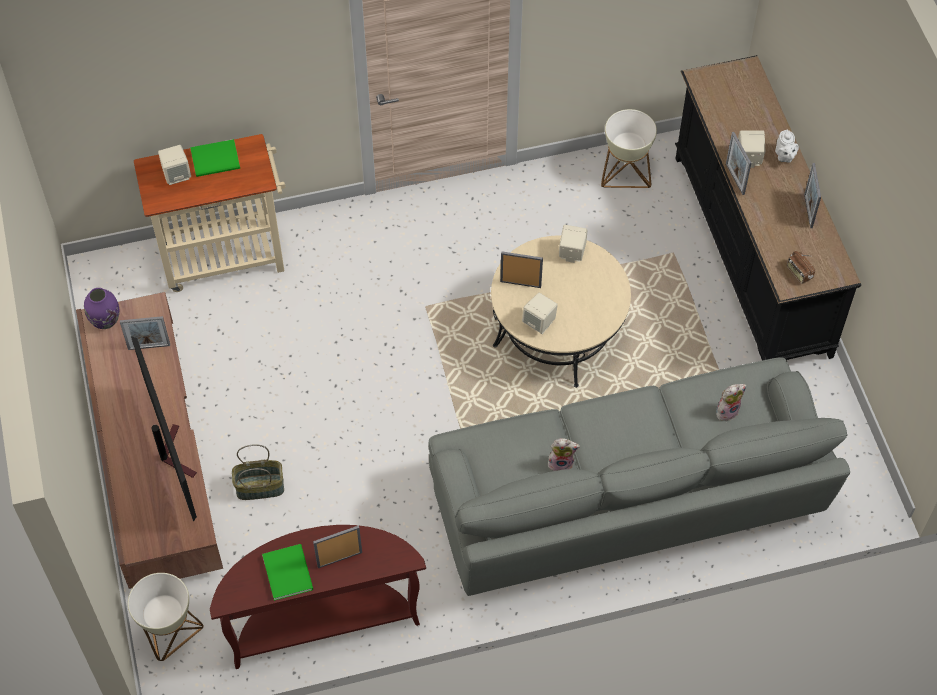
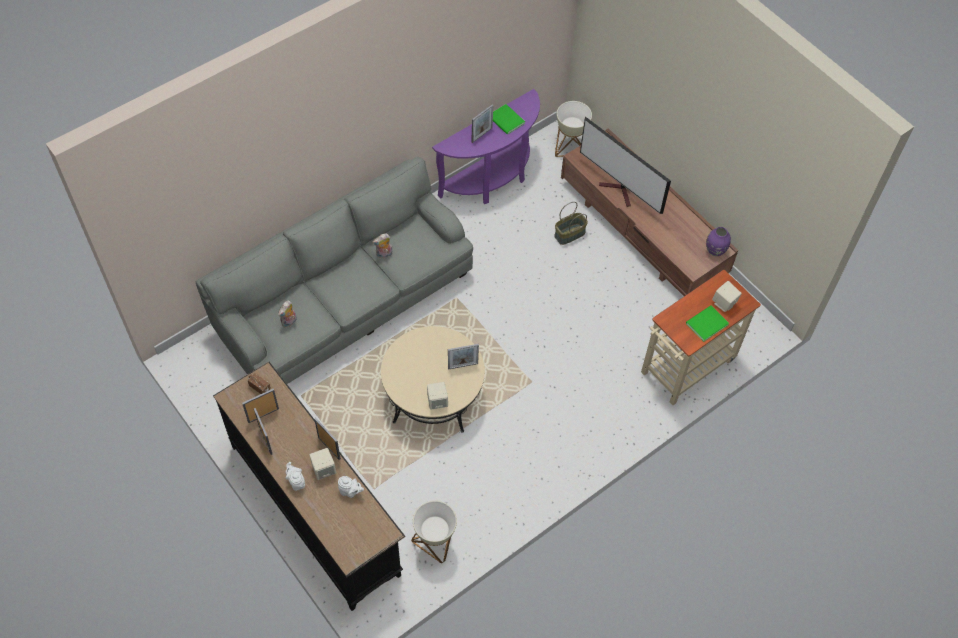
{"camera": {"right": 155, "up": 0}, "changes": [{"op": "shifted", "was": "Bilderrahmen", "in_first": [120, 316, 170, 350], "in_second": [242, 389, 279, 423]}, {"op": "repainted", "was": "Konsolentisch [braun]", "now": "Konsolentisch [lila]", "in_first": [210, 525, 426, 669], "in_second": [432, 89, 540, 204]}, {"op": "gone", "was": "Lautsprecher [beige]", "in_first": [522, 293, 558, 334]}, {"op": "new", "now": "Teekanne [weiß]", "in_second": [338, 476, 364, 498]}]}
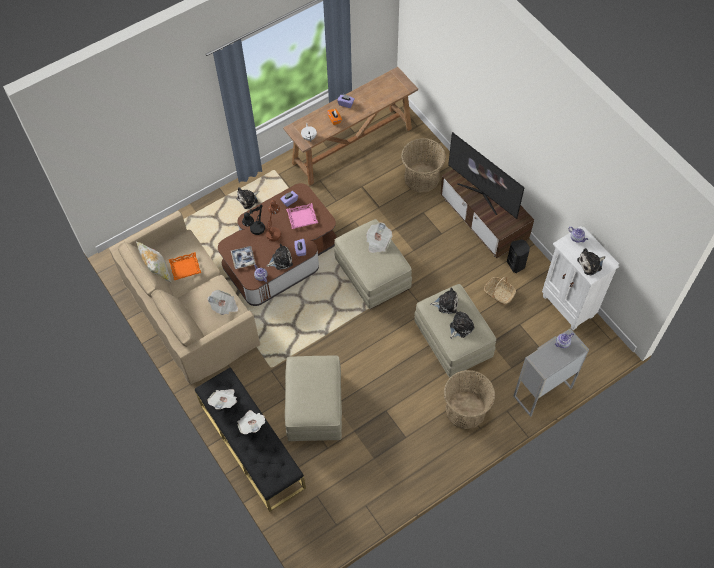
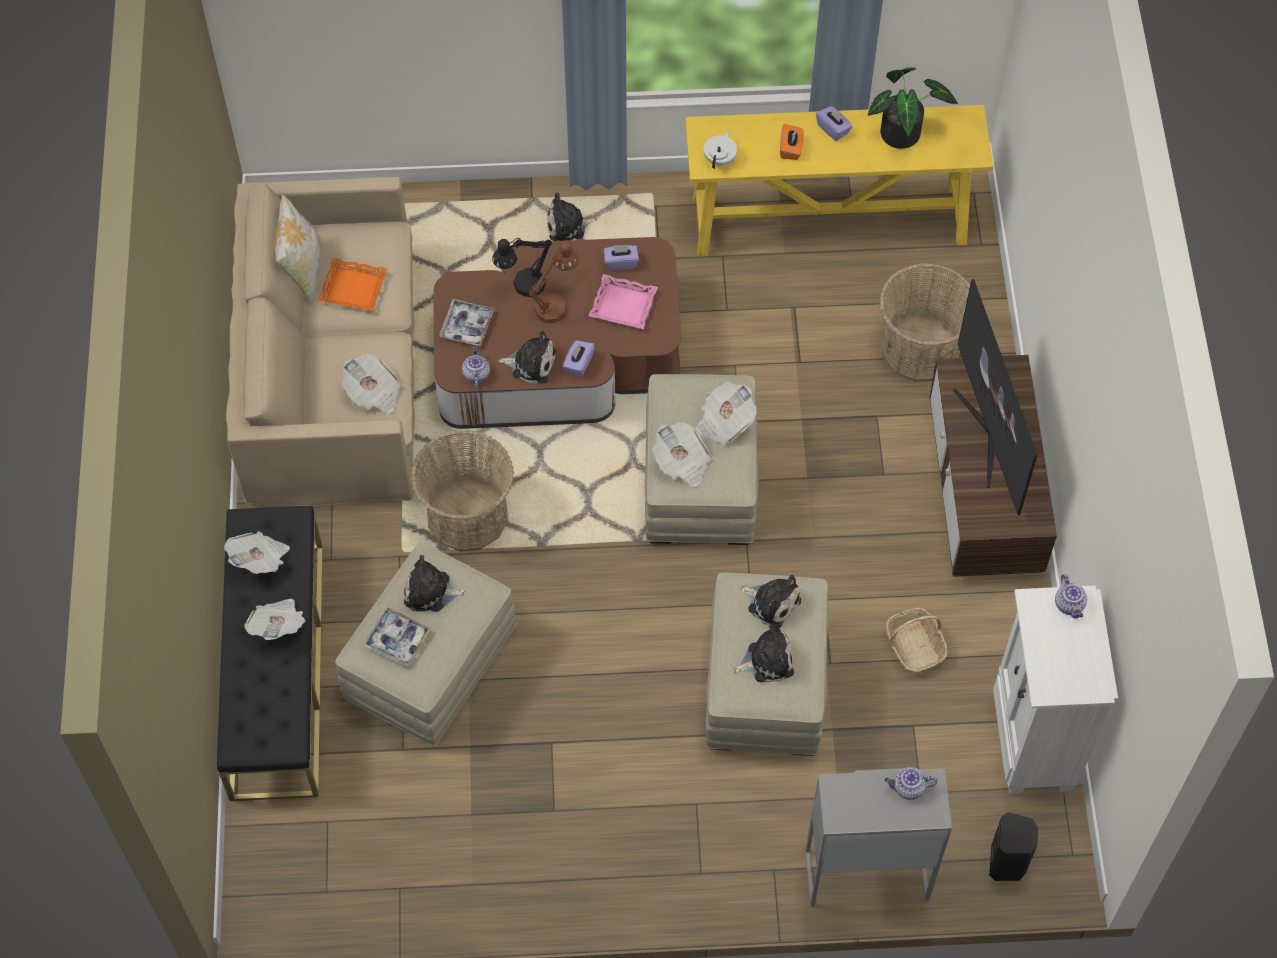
{"camera": {"right": 30, "up": 0}, "changes": [{"op": "repainted", "was": "Konsolentisch [braun]", "now": "Konsolentisch [gelb]", "in_first": [283, 67, 418, 186], "in_second": [685, 105, 994, 256]}, {"op": "shifted", "was": "Korb", "in_first": [444, 370, 495, 429], "in_second": [411, 430, 514, 552]}, {"op": "shifted", "was": "Lautsprecher [schwarz]", "in_first": [507, 239, 530, 273], "in_second": [989, 812, 1038, 881]}, {"op": "shifted", "was": "Plüschtier", "in_first": [577, 248, 605, 275], "in_second": [404, 555, 466, 612]}, {"op": "new", "now": "Tablett", "in_second": [363, 607, 431, 666]}, {"op": "new", "now": "Zeitung", "in_second": [652, 422, 712, 487]}, {"op": "new", "now": "Topfpflanze", "in_second": [868, 67, 958, 149]}]}
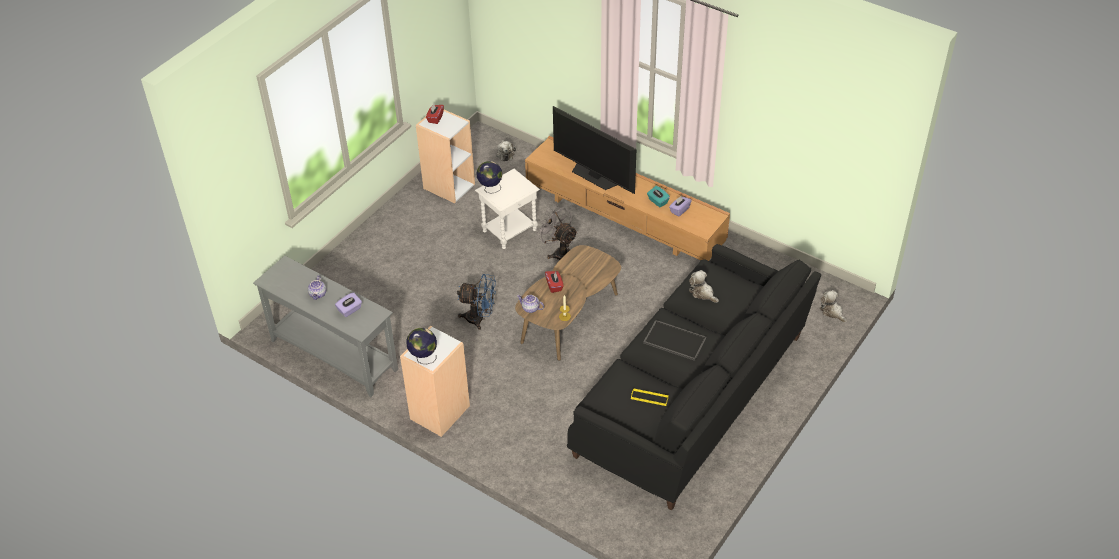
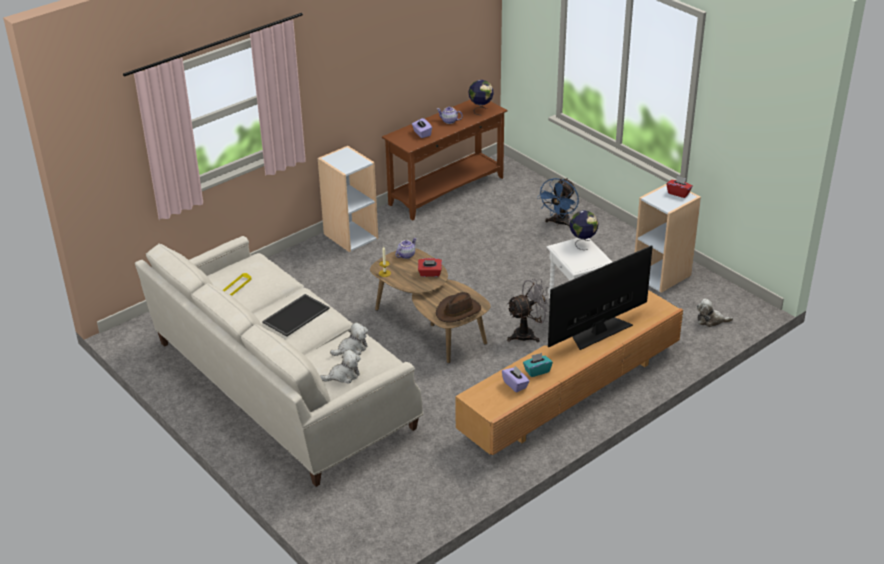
{"camera": {"right": 105, "up": -10}, "changes": [{"op": "repainted", "was": "Konsolentisch [grau]", "now": "Konsolentisch [braun]", "in_first": [253, 256, 398, 397], "in_second": [382, 99, 507, 220]}, {"op": "shifted", "was": "Globus", "in_first": [406, 328, 437, 364], "in_second": [469, 80, 494, 115]}, {"op": "shifted", "was": "Ventilator [blau]", "in_first": [457, 274, 496, 330], "in_second": [537, 178, 579, 228]}, {"op": "repainted", "was": "Sofa [schwarz]", "now": "Sofa [weiß]", "in_first": [567, 244, 821, 510], "in_second": [135, 236, 423, 487]}, {"op": "shifted", "was": "Plüschtier", "in_first": [820, 290, 847, 322], "in_second": [320, 349, 361, 384]}, {"op": "new", "now": "Hut [braun]", "in_second": [436, 292, 481, 322]}]}
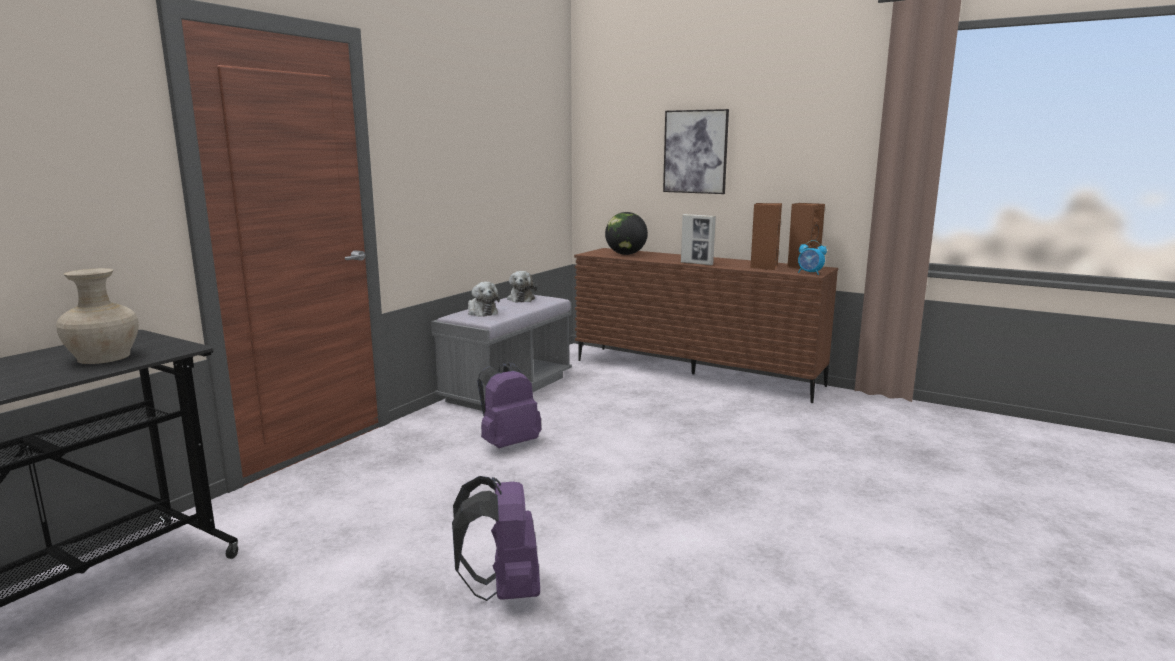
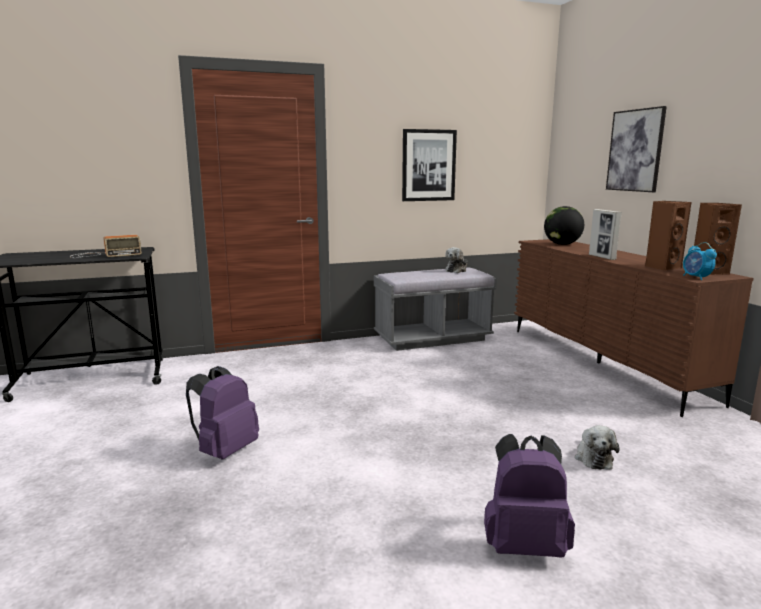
{"camera": {"right": 40, "up": 0}, "changes": [{"op": "swapped", "was": "Vase [beige]", "now": "Radio", "in_first": [56, 268, 139, 364], "in_second": [70, 235, 142, 258]}, {"op": "shifted", "was": "Plüschtier", "in_first": [468, 282, 500, 317], "in_second": [575, 425, 620, 470]}, {"op": "shifted", "was": "Rucksack [lila]", "in_first": [477, 363, 541, 448], "in_second": [484, 434, 575, 558]}, {"op": "new", "now": "Bild", "in_second": [402, 129, 457, 201]}]}
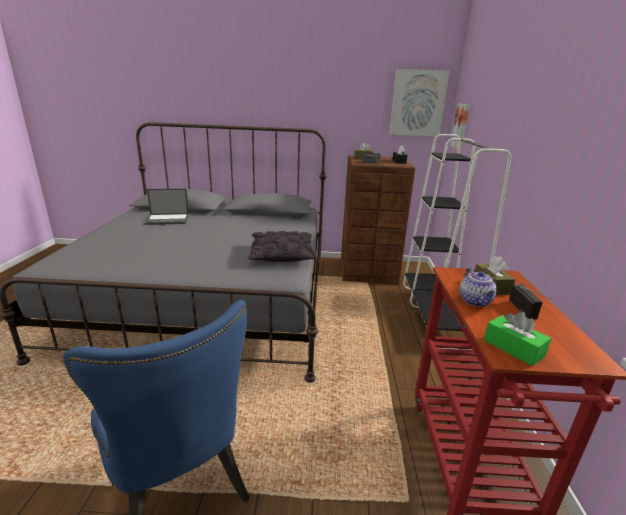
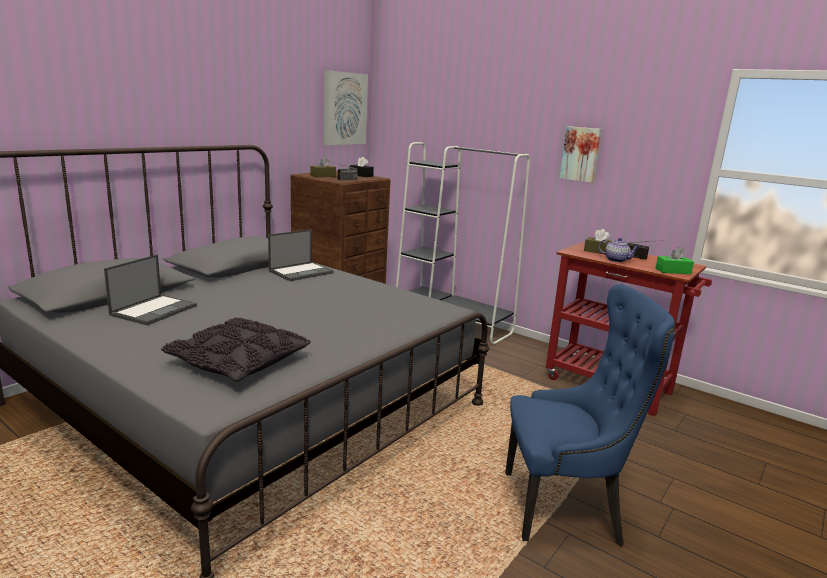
{"camera": {"right": -55, "up": -5}, "changes": [{"op": "shifted", "was": "Kissen [schwarz]", "in_first": [248, 231, 316, 262], "in_second": [161, 317, 310, 382]}, {"op": "shifted", "was": "Bild", "in_first": [450, 104, 470, 149], "in_second": [560, 126, 602, 183]}, {"op": "new", "now": "Laptop", "in_second": [268, 229, 333, 281]}]}
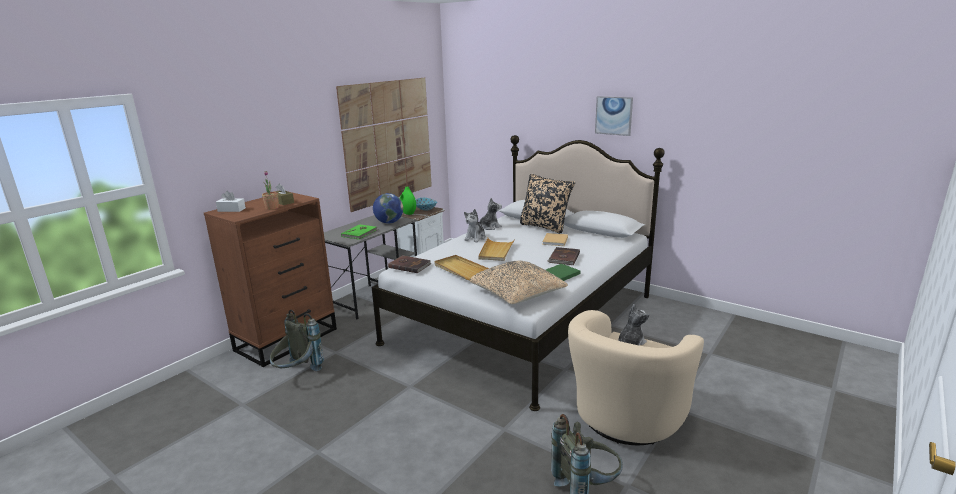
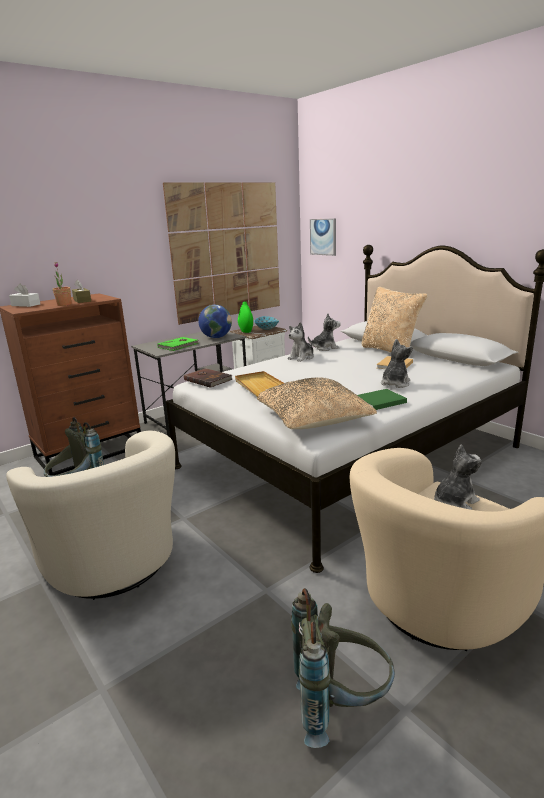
{"camera": {"right": 15, "up": 0}, "changes": [{"op": "gone", "was": "Tablett [beige]", "in_first": [478, 238, 515, 261]}, {"op": "repainted", "was": "Kissen [schwarz]", "now": "Kissen [beige]", "in_first": [520, 174, 575, 234], "in_second": [362, 287, 427, 352]}, {"op": "swapped", "was": "Buch [braun]", "now": "Plüschtier", "in_first": [547, 247, 580, 265], "in_second": [381, 339, 413, 388]}, {"op": "shifted", "was": "Bild", "in_first": [595, 96, 633, 136], "in_second": [310, 218, 336, 256]}, {"op": "new", "now": "Sessel [beige]", "in_second": [6, 430, 175, 600]}]}
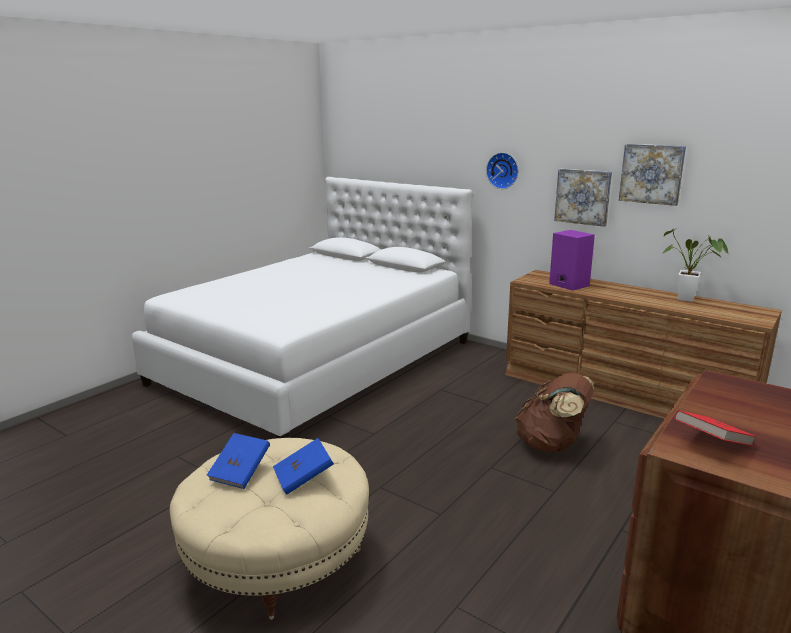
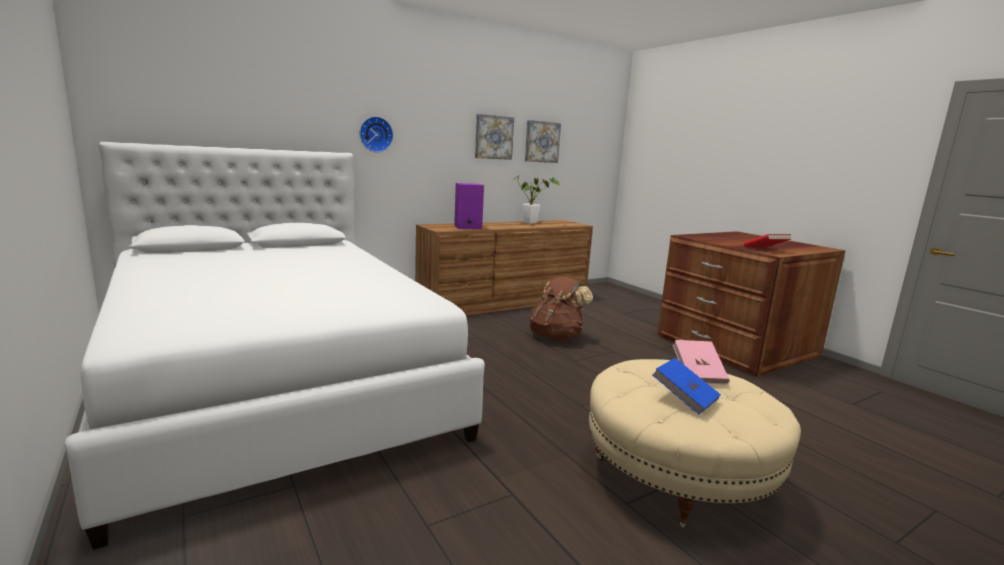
{"camera": {"right": -70, "up": -5}, "changes": [{"op": "repainted", "was": "Buch [blau]", "now": "Buch [rosa]", "in_first": [273, 438, 334, 495], "in_second": [673, 340, 730, 384]}, {"op": "shifted", "was": "Bild", "in_first": [554, 169, 612, 227], "in_second": [525, 120, 561, 163]}]}
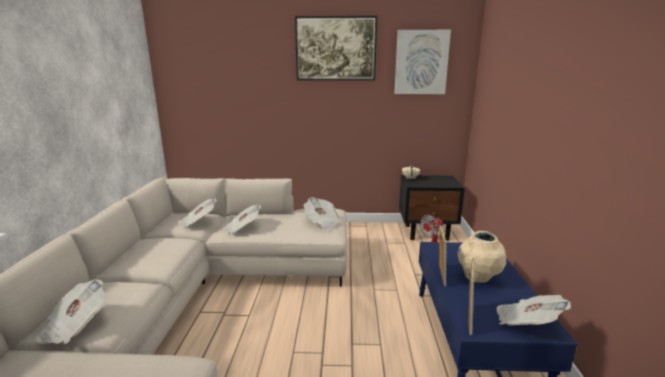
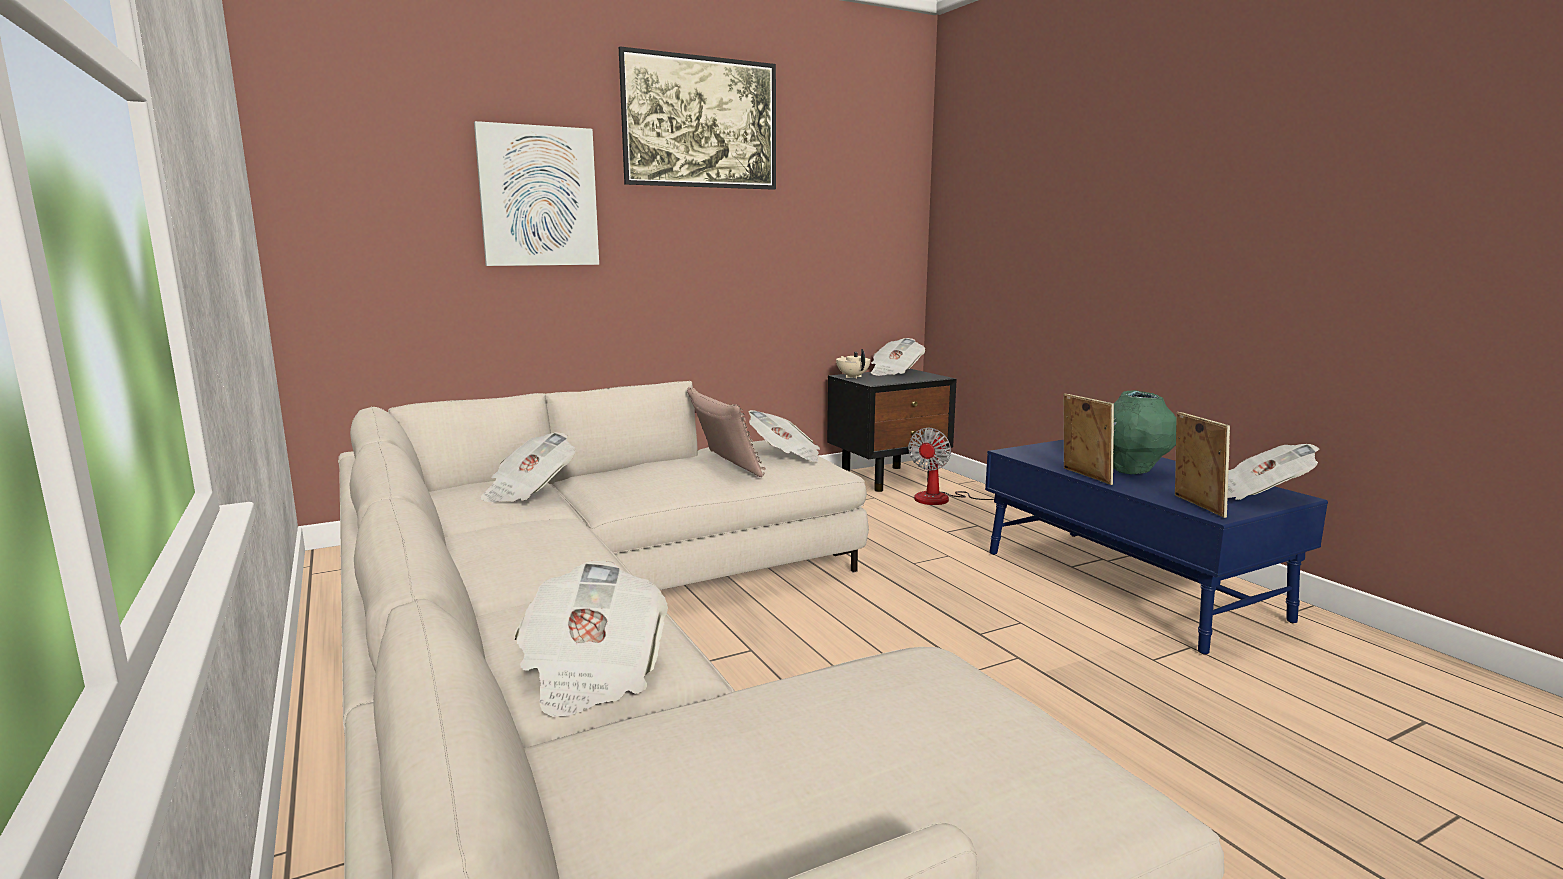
{"camera": {"right": -30, "up": -5}, "changes": [{"op": "shifted", "was": "Zeitung", "in_first": [222, 205, 261, 234], "in_second": [871, 338, 925, 376]}, {"op": "shifted", "was": "Bild", "in_first": [394, 30, 451, 94], "in_second": [474, 121, 599, 266]}, {"op": "repainted", "was": "Vase [beige]", "now": "Vase [grün]", "in_first": [458, 231, 506, 283], "in_second": [1113, 390, 1176, 474]}, {"op": "new", "now": "Kissen [beige]", "in_second": [687, 387, 766, 477]}]}
